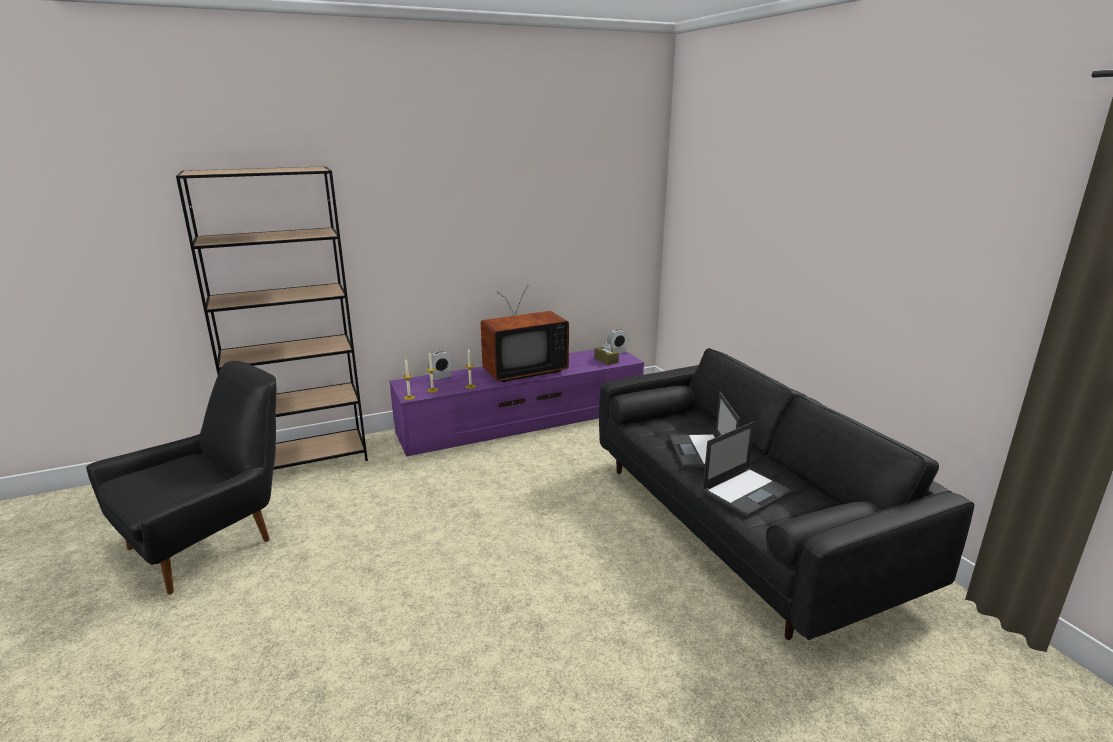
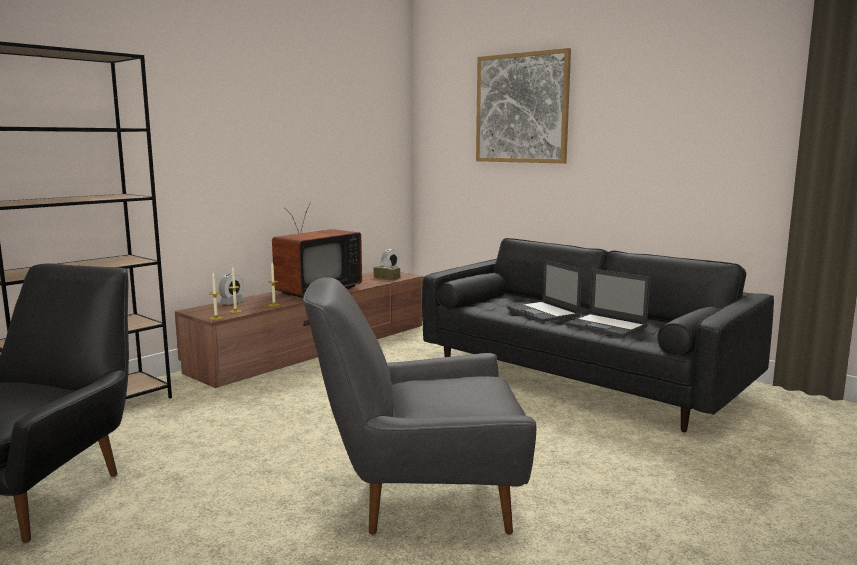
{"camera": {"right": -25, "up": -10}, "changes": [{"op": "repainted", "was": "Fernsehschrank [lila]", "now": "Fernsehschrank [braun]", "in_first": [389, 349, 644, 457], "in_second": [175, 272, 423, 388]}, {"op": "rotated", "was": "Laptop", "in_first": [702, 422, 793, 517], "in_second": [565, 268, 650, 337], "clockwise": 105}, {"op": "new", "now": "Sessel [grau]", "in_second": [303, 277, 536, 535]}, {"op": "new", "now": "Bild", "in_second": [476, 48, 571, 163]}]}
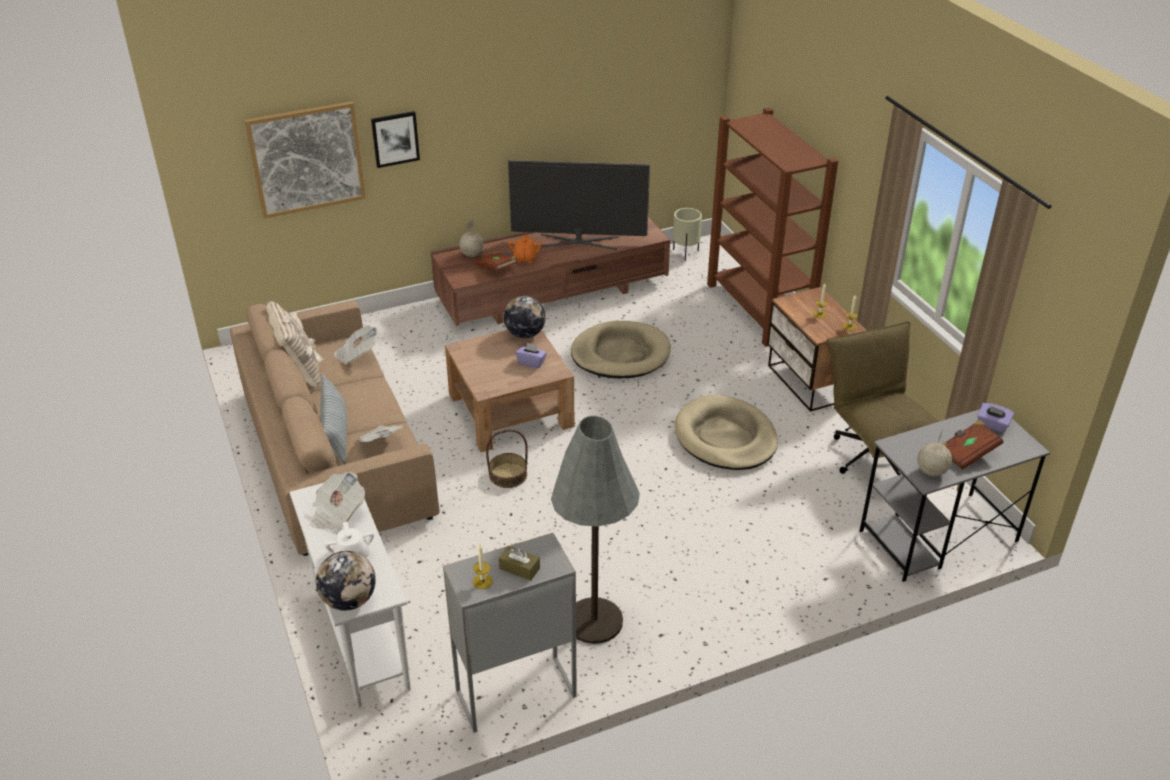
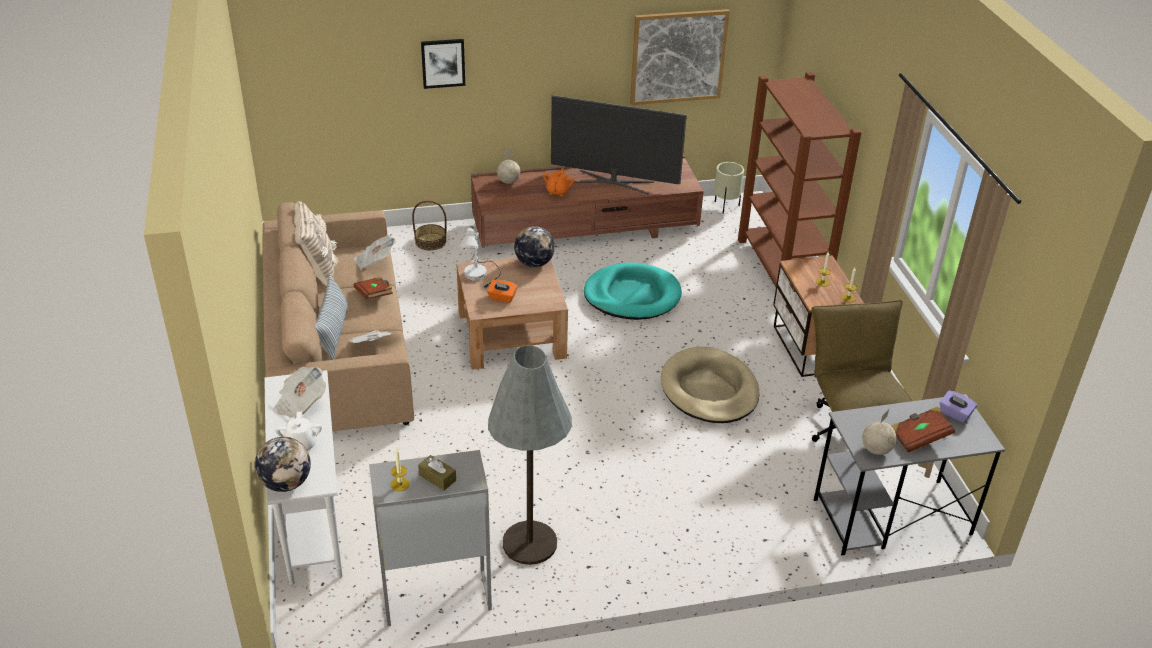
{"camera": {"right": 10, "up": 0}, "changes": [{"op": "shifted", "was": "Bild", "in_first": [245, 101, 366, 219], "in_second": [630, 9, 730, 105]}, {"op": "shifted", "was": "Buch [braun]", "in_first": [475, 251, 517, 270], "in_second": [354, 276, 393, 300]}, {"op": "shifted", "was": "Korb", "in_first": [486, 429, 528, 488], "in_second": [412, 200, 447, 250]}, {"op": "gone", "was": "Taschentuchbox [lila]", "in_first": [516, 343, 547, 368]}, {"op": "repainted", "was": "Hundebett [beige]", "now": "Hundebett [türkis]", "in_first": [571, 321, 671, 378], "in_second": [584, 263, 682, 320]}, {"op": "new", "now": "Tischlampe [weiß]", "in_second": [459, 225, 501, 289]}, {"op": "new", "now": "Taschentuchbox [orange]", "in_second": [487, 280, 517, 303]}]}
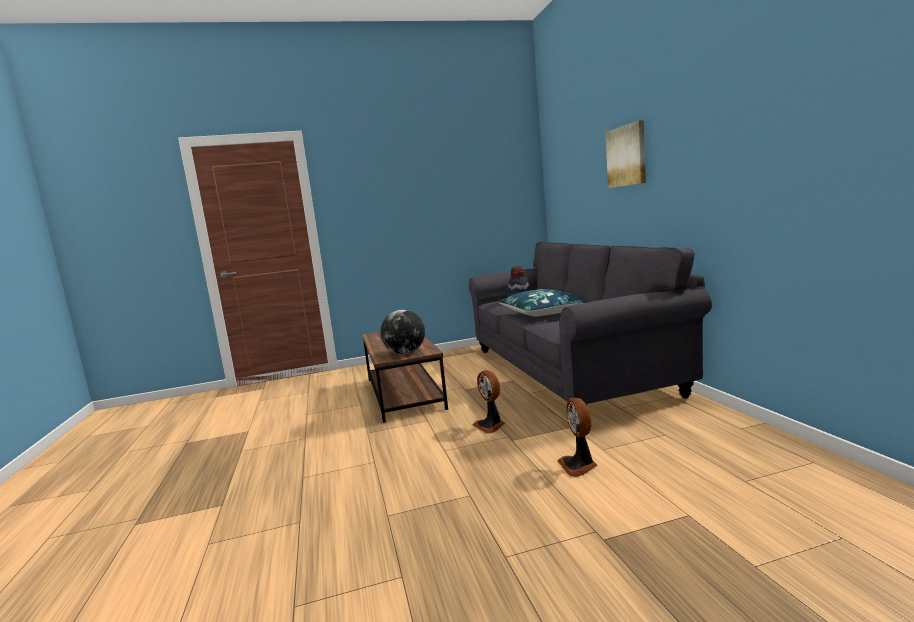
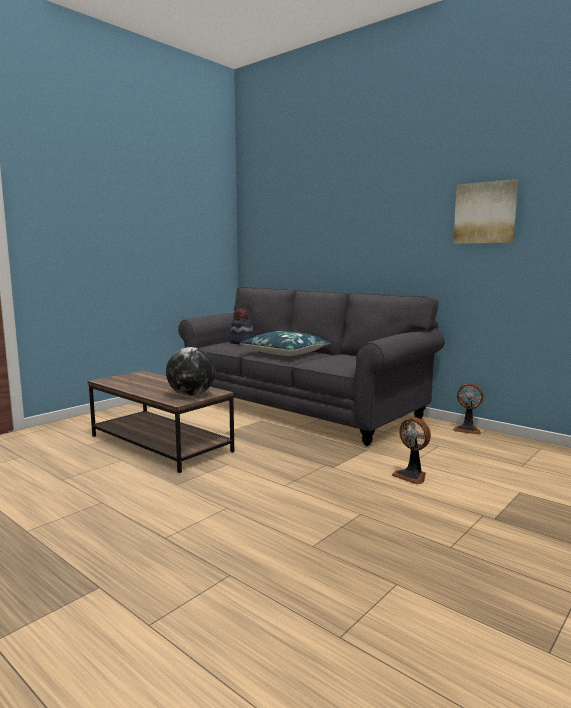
{"camera": {"right": -35, "up": 0}, "changes": [{"op": "shifted", "was": "Ventilator", "in_first": [472, 370, 505, 433], "in_second": [452, 383, 483, 434]}, {"op": "shifted", "was": "Bild", "in_first": [605, 120, 646, 188], "in_second": [453, 179, 518, 244]}]}
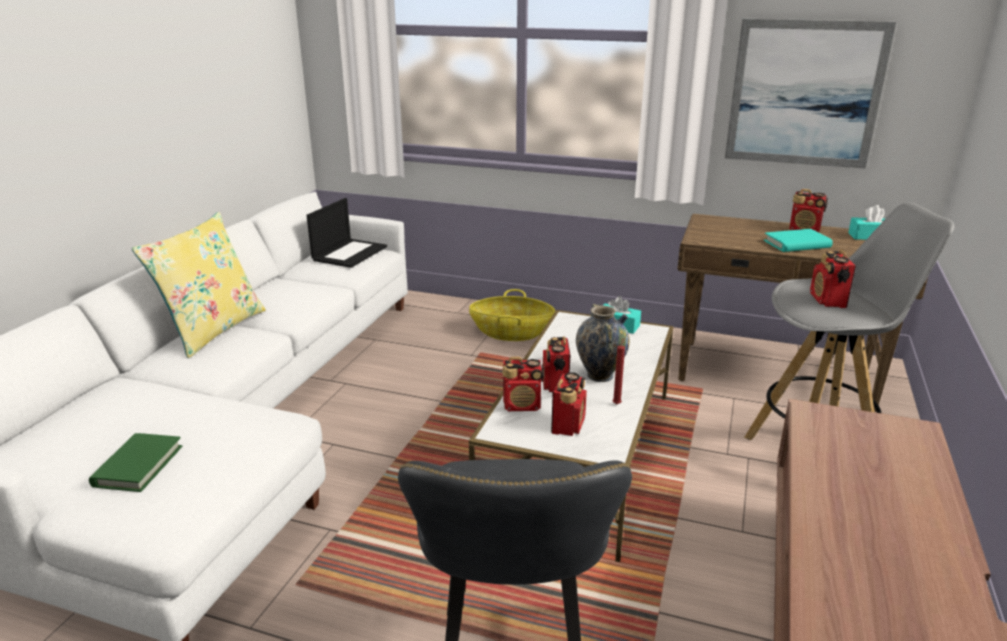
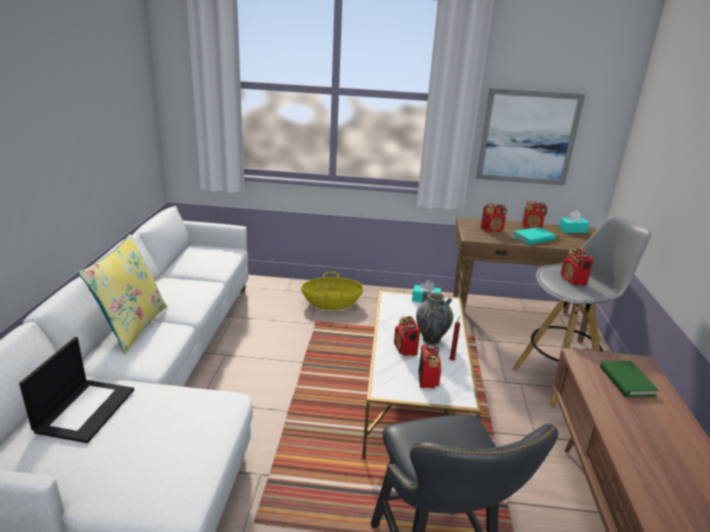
{"camera": {"right": -15, "up": 0}, "changes": [{"op": "shifted", "was": "Buch [grün]", "in_first": [89, 433, 182, 492], "in_second": [600, 361, 659, 397]}, {"op": "shifted", "was": "Laptop", "in_first": [307, 198, 387, 268], "in_second": [19, 337, 134, 443]}, {"op": "shifted", "was": "Radio", "in_first": [503, 357, 544, 411], "in_second": [481, 203, 507, 232]}]}
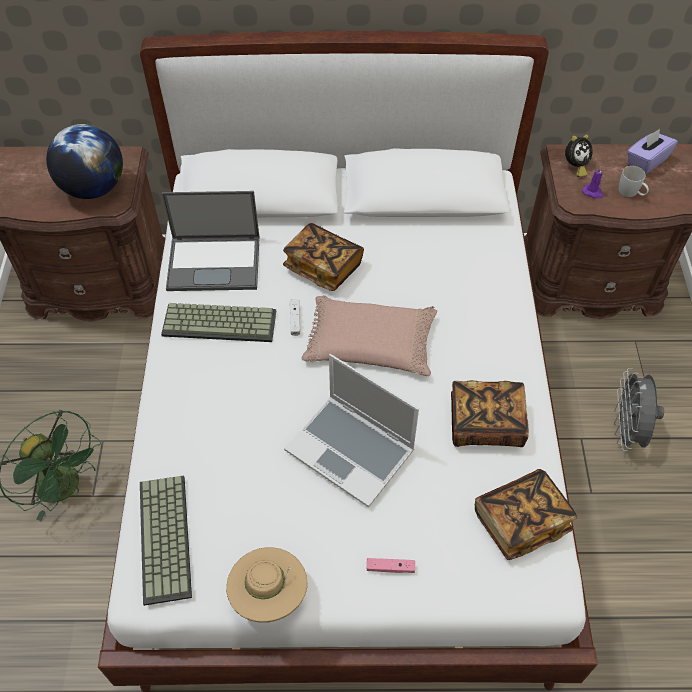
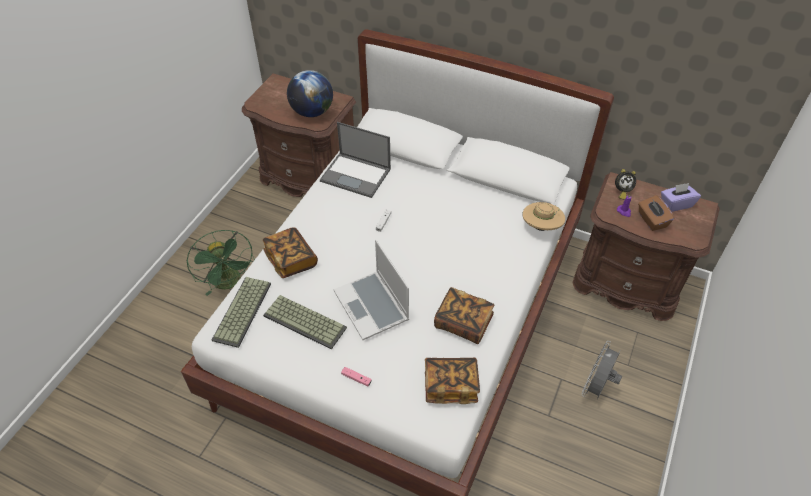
{"camera": {"right": 25, "up": -5}, "changes": [{"op": "shifted", "was": "Tastatur", "in_first": [161, 303, 276, 342], "in_second": [263, 295, 347, 349]}, {"op": "shifted", "was": "Hut [beige]", "in_first": [226, 547, 307, 623], "in_second": [522, 202, 565, 231]}, {"op": "shifted", "was": "Buch", "in_first": [283, 223, 364, 291], "in_second": [263, 227, 318, 278]}, {"op": "gone", "was": "Kissen [beige]", "in_first": [302, 295, 437, 376]}, {"op": "swapped", "was": "Henkelbecher [weiß]", "now": "Taschentuchbox [braun]", "in_first": [619, 166, 649, 197], "in_second": [638, 195, 674, 231]}]}
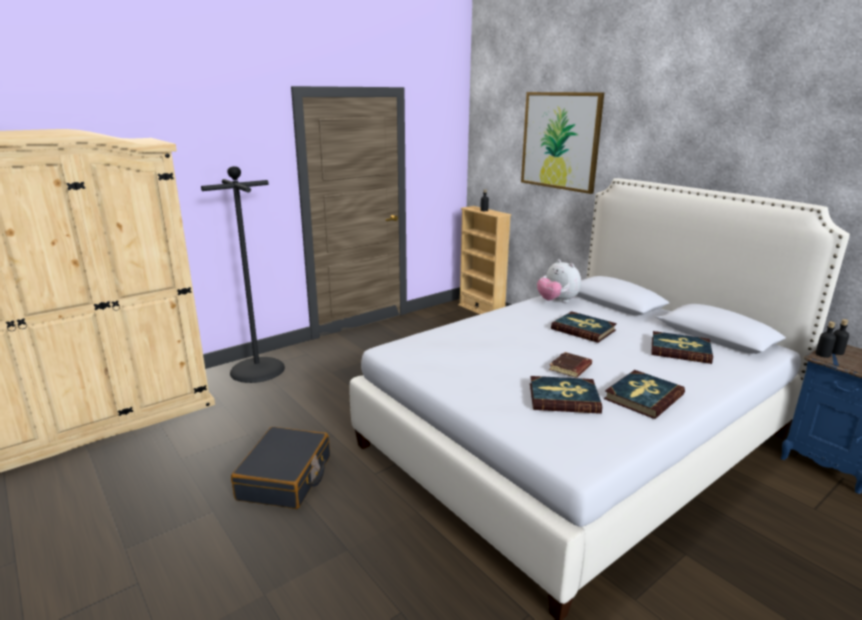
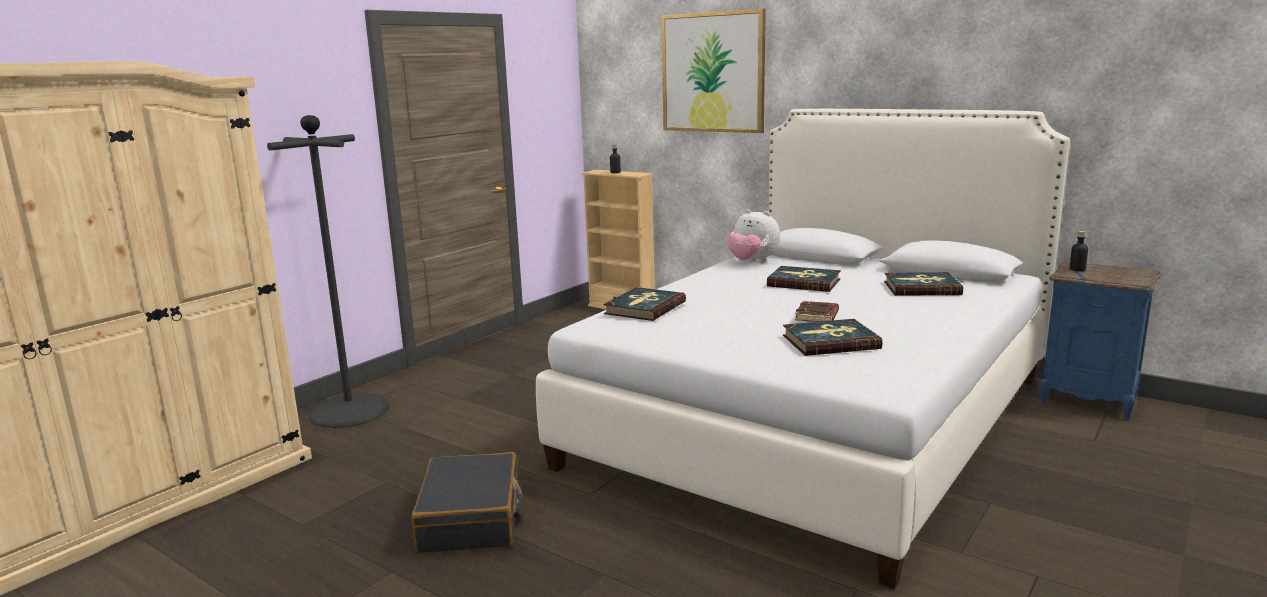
{"camera": {"right": -15, "up": -5}, "changes": [{"op": "shifted", "was": "Buch", "in_first": [604, 370, 685, 419], "in_second": [603, 287, 686, 321]}, {"op": "gone", "was": "Flasche [schwarz]", "in_first": [816, 322, 836, 358]}]}
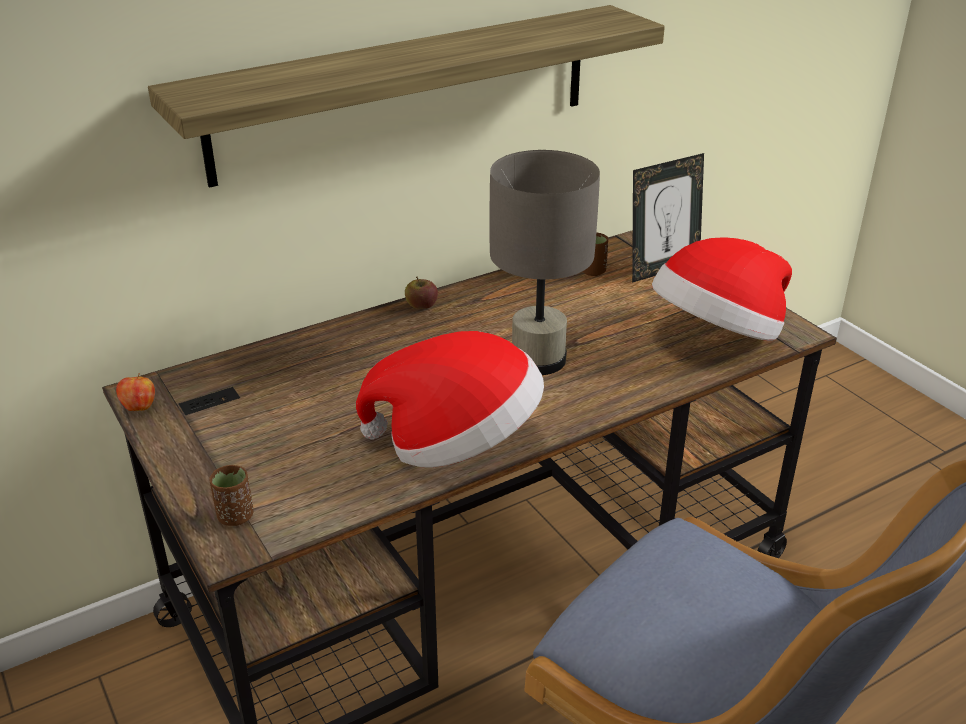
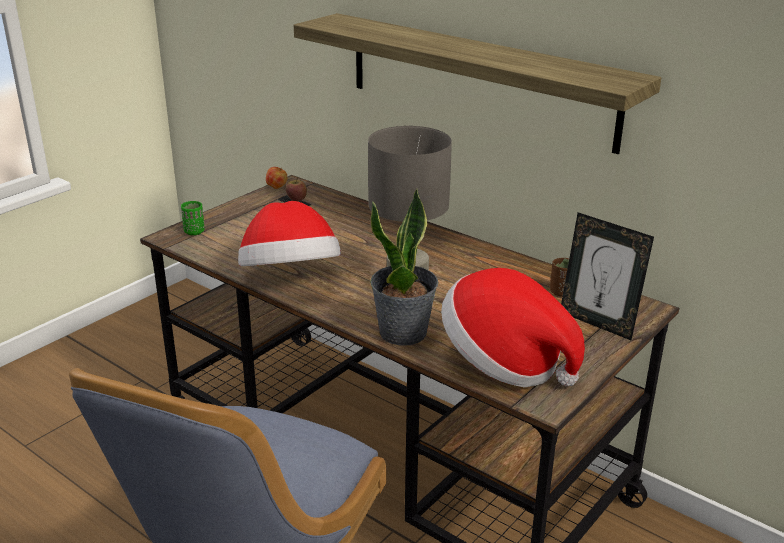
{"camera": {"right": 70, "up": -5}, "changes": [{"op": "repainted", "was": "Tasse [braun]", "now": "Tasse [grün]", "in_first": [209, 465, 253, 526], "in_second": [181, 201, 204, 235]}, {"op": "shifted", "was": "Apfel", "in_first": [405, 276, 438, 309], "in_second": [286, 177, 307, 201]}, {"op": "new", "now": "Topfpflanze", "in_second": [370, 189, 438, 346]}]}
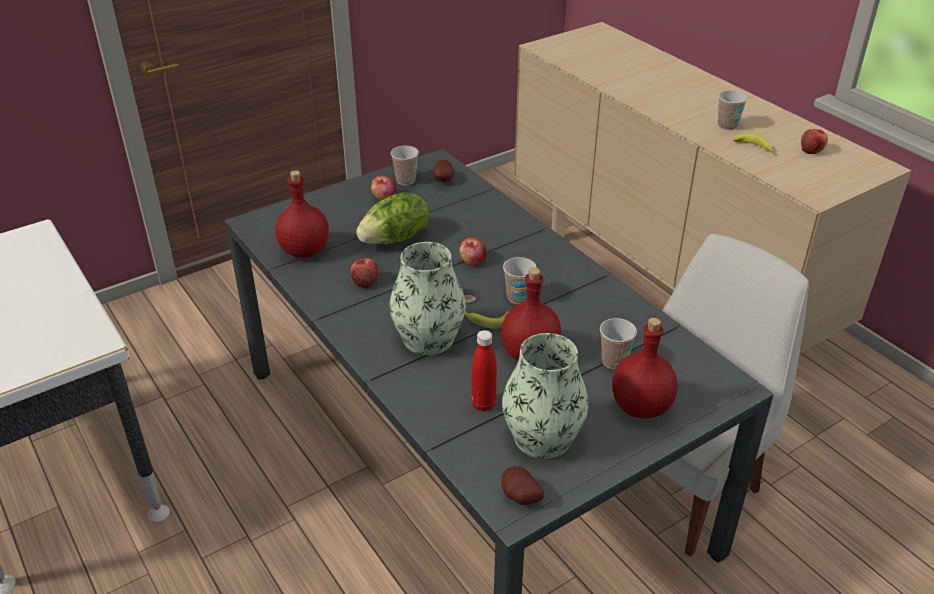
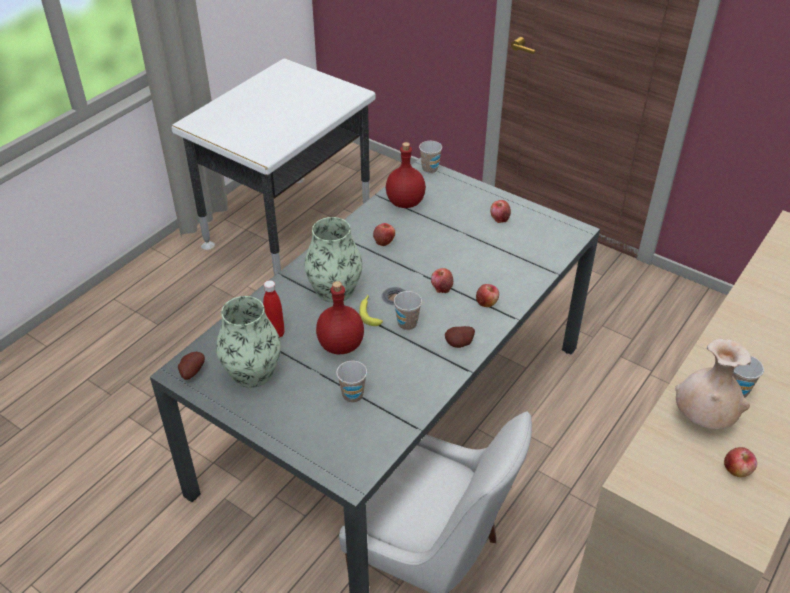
{"camera": {"right": 70, "up": 5}, "changes": [{"op": "gone", "was": "Salatkopf", "in_first": [356, 192, 429, 244]}, {"op": "shifted", "was": "Tasse", "in_first": [391, 146, 419, 185], "in_second": [419, 141, 442, 173]}, {"op": "shifted", "was": "Kartoffel", "in_first": [433, 159, 455, 182], "in_second": [445, 326, 475, 348]}, {"op": "gone", "was": "Flasche [rot]", "in_first": [612, 318, 677, 419]}, {"op": "swapped", "was": "Banane", "now": "Vase [beige]", "in_first": [733, 133, 774, 152], "in_second": [675, 339, 751, 429]}, {"op": "new", "now": "Apfel", "in_second": [476, 284, 499, 307]}]}
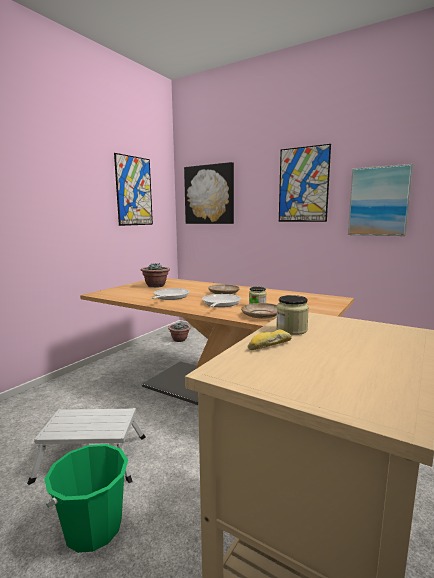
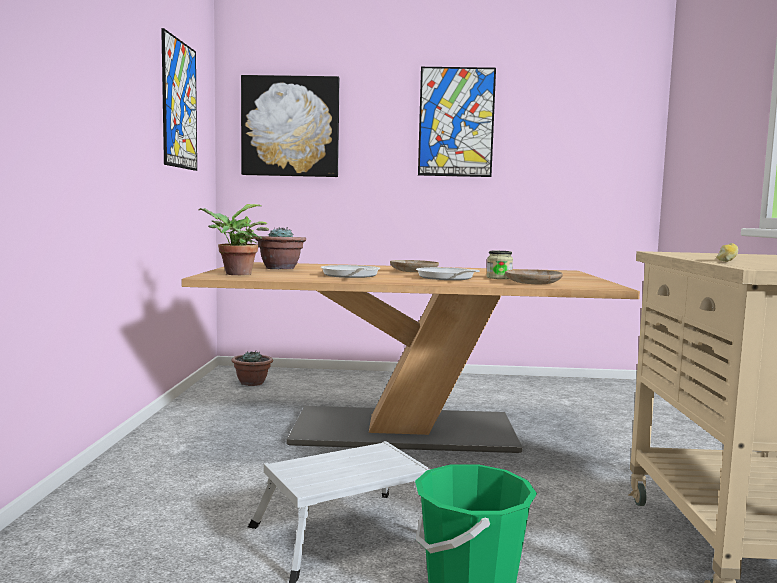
{"camera": {"right": -30, "up": -5}, "changes": [{"op": "gone", "was": "Vorratsglas", "in_first": [276, 295, 309, 335]}, {"op": "gone", "was": "Bild", "in_first": [348, 164, 413, 236]}, {"op": "new", "now": "Topfpflanze", "in_second": [198, 204, 269, 275]}]}
